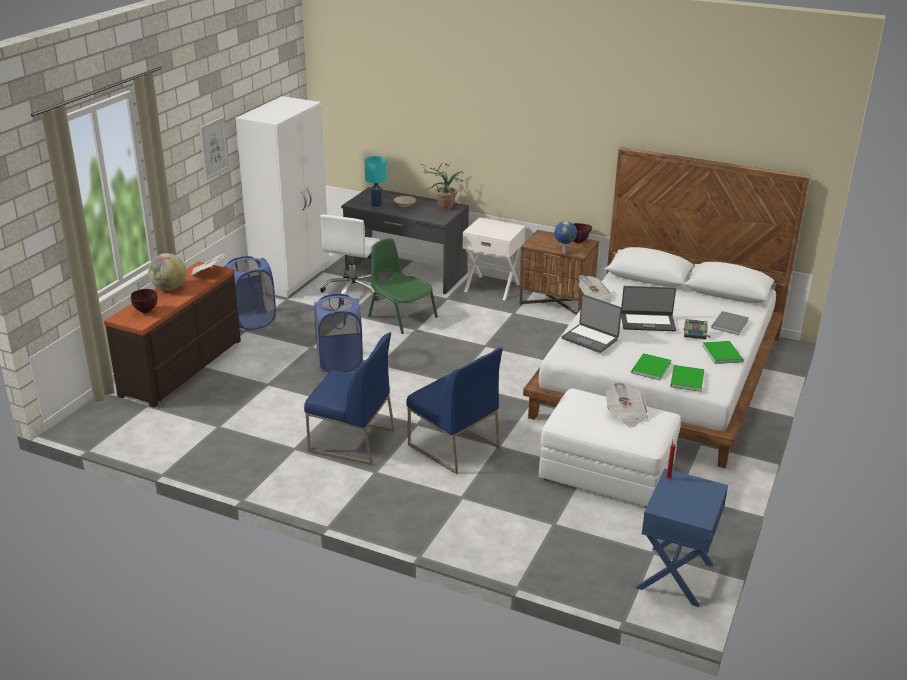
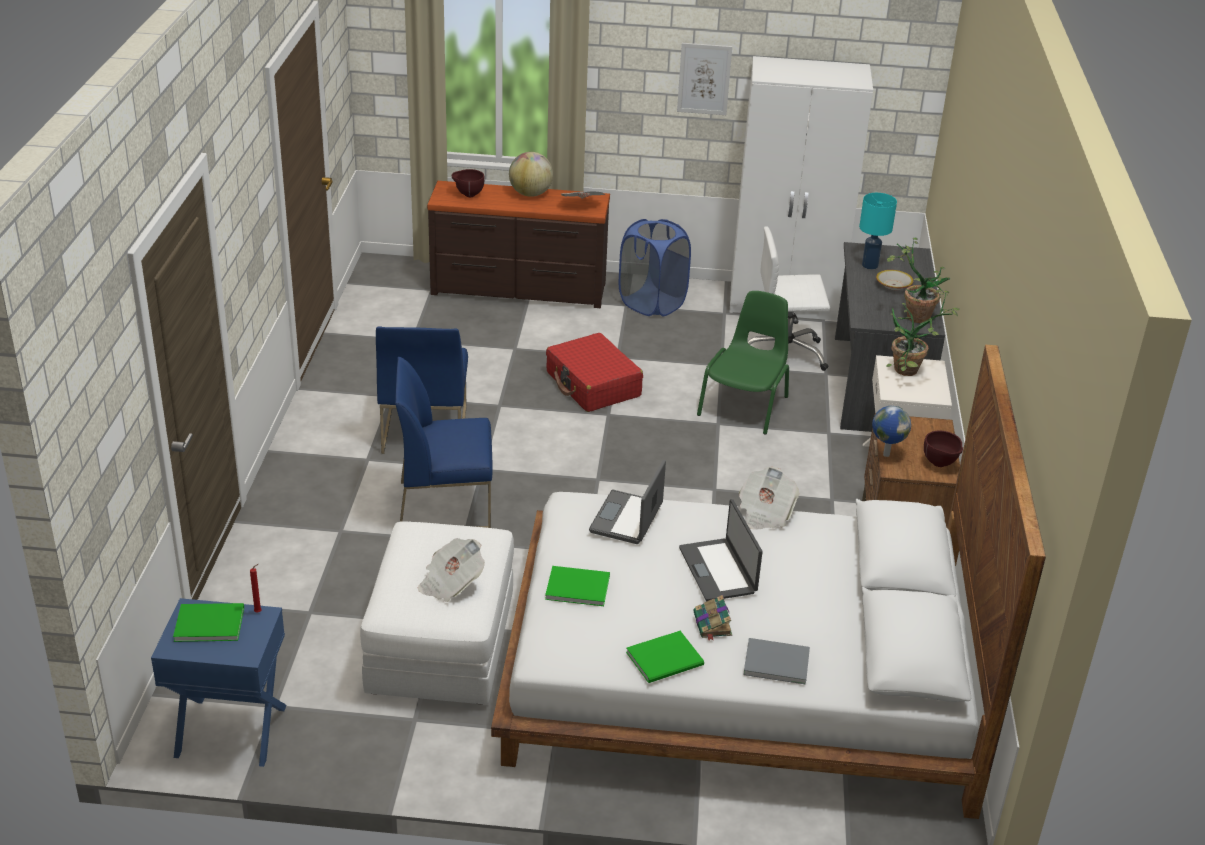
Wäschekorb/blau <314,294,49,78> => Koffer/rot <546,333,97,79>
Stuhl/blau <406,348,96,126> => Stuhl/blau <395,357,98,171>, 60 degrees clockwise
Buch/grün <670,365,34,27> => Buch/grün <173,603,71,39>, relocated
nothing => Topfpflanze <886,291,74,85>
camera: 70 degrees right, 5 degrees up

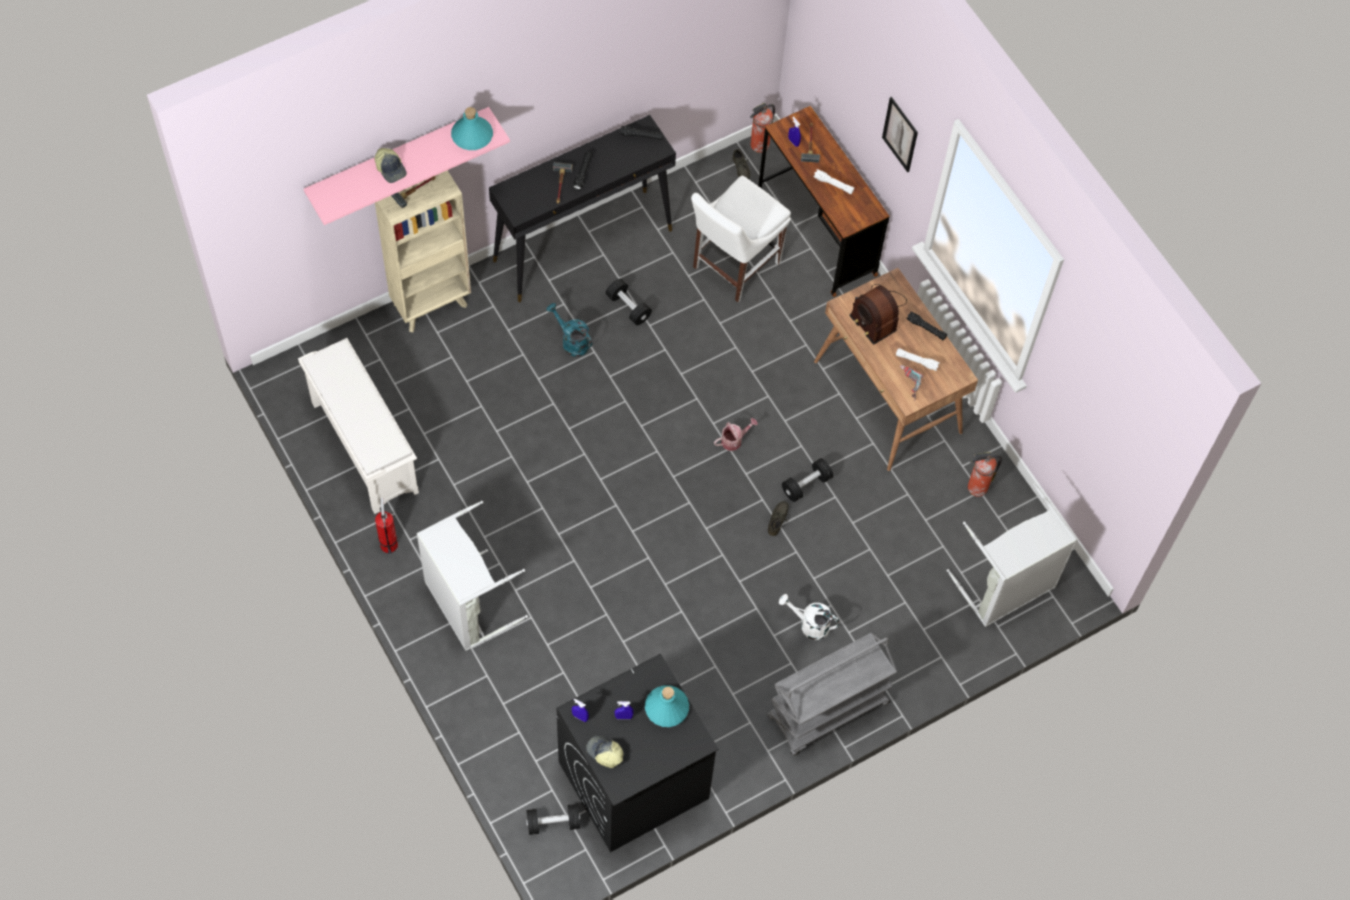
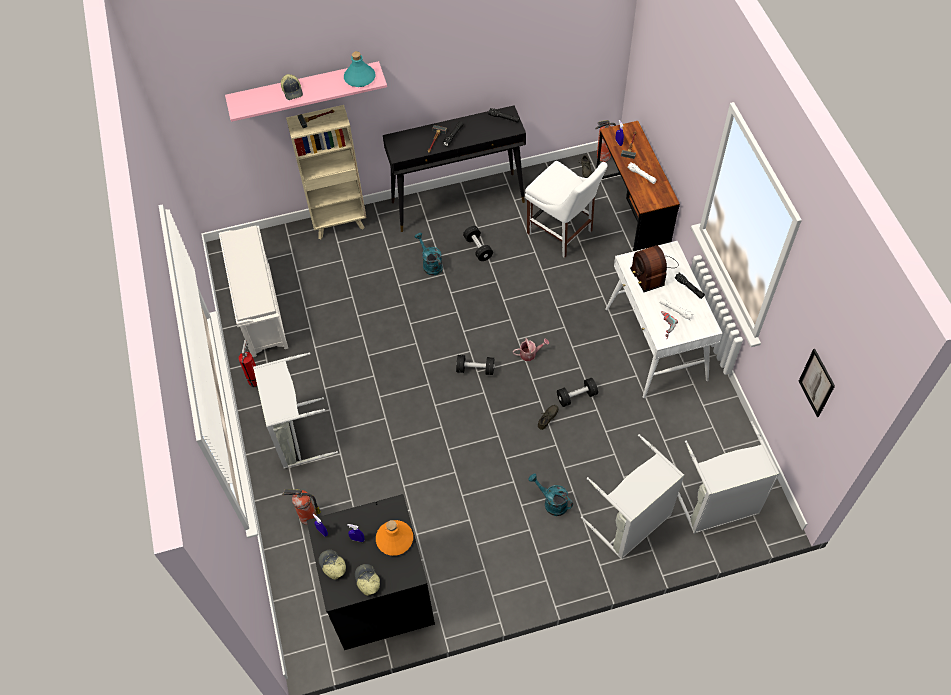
Hantel/schwarz <526,804,54,31> => Hantel/schwarz <456,355,39,20>, relocated
Flasche/türkis <645,685,44,42> => Flasche/orange <376,520,37,36>
Stuhl/weiß <691,176,100,126> => Stuhl/weiß <525,161,83,97>, 105 degrees counterclockwise
Rollwagen/grau <767,633,130,123> => nothing
Gießkanne/weiß <779,594,60,46> => Gießkanne/türkis <528,473,45,43>
Schreibtisch/braun <814,268,164,203> => Schreibtisch/weiß <605,241,118,157>
Bild <882,97,36,75> => Bild <799,349,36,68>, relocated
Feuerlöscher <968,452,34,45> => Feuerlöscher <282,489,39,36>, relocated
nothing => Kappe <355,564,25,32>
nothing => Wäschekorb/grau <581,434,103,125>
camera: 20 degrees right, 5 degrees down

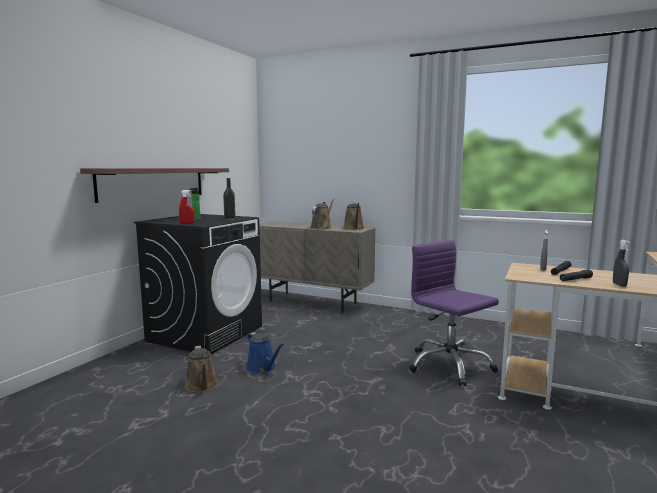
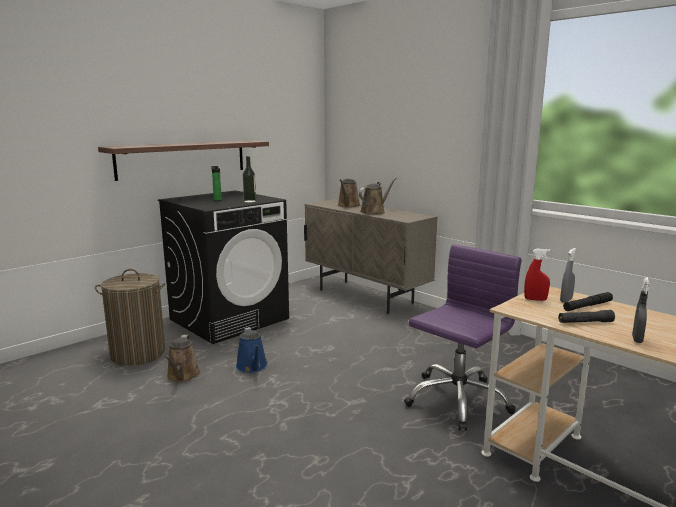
Sprühflasche/rot <179,190,15,34> => Sprühflasche/rot <524,248,26,53>, relocated
Gießkanne/braun <343,203,21,27> => Gießkanne/braun <337,179,23,29>, relocated
Bürostuhl/lila <409,240,90,146> => Bürostuhl/lila <404,244,118,187>, 60 degrees clockwise
nothing => Wäschekorb <95,269,71,96>
camera: 20 degrees right, 5 degrees up

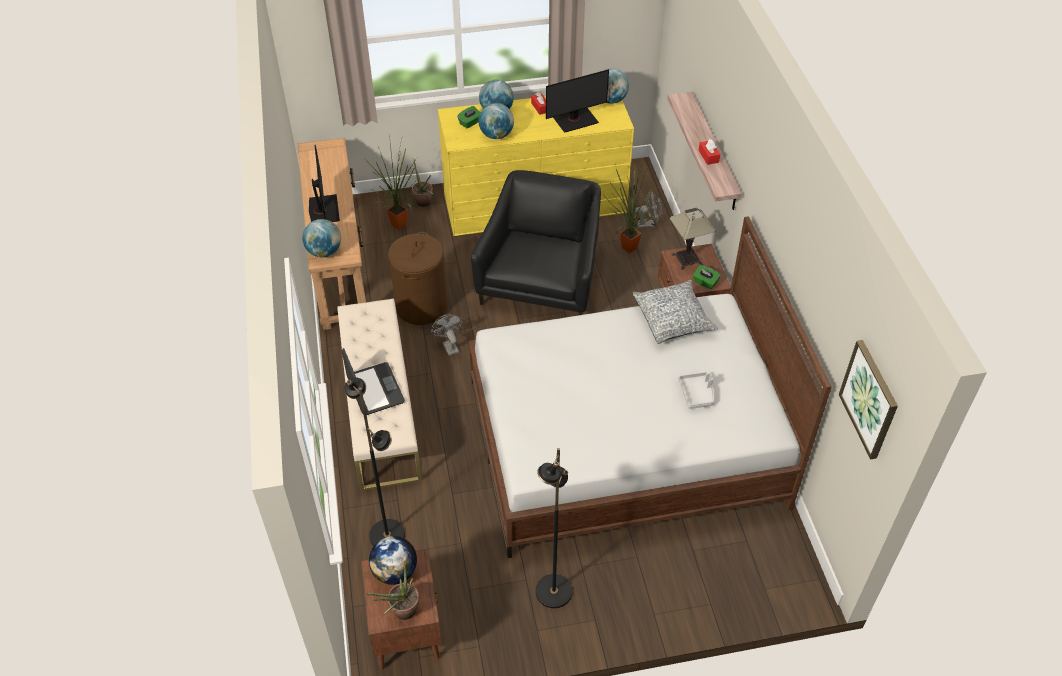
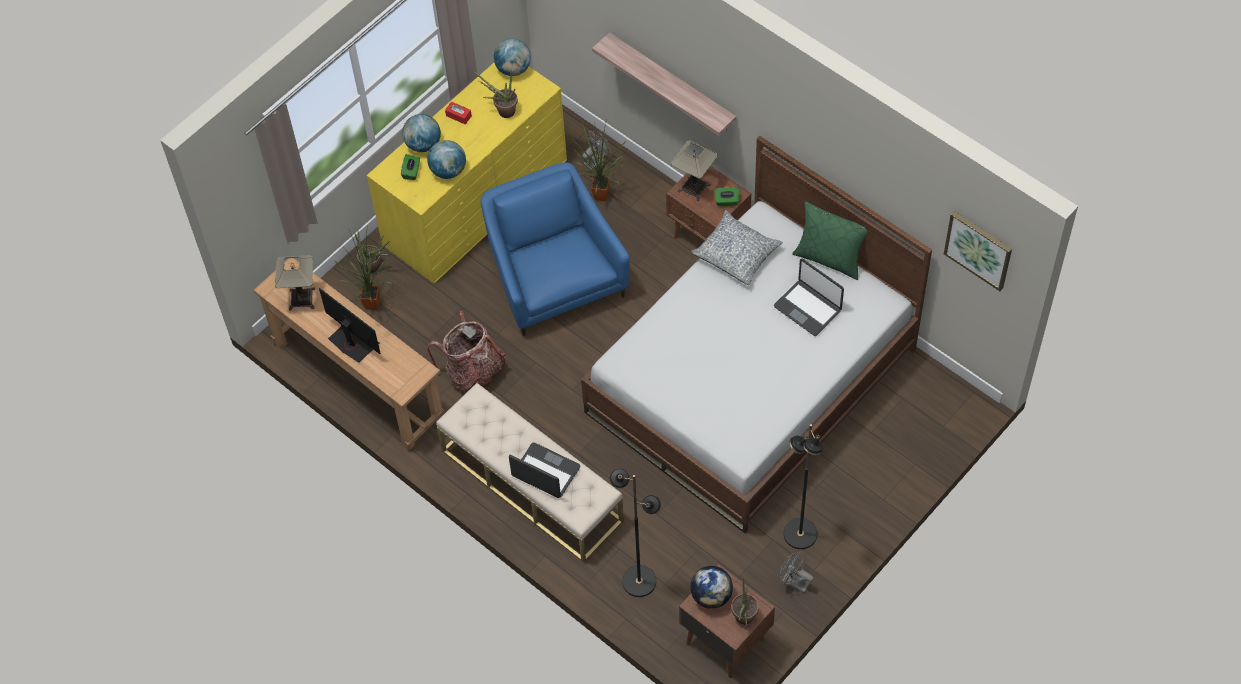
Globus <302,219,39,39> => nothing
Wäschekorb/braun <388,232,59,93> => Rucksack <428,310,77,82>
Ventilator/grau <431,314,31,42> => Ventilator/grau <780,551,34,42>, relocated
Sessel/schwarz <471,170,130,145> => Sessel/blau <481,162,149,174>
Monitor <546,69,63,64> => Topfpflanze <472,71,46,47>
Tablett/grau <679,372,35,37> => Laptop <774,259,70,77>
Taschentuchbox/rot <699,139,21,26> => nothing
nothing => Tischlampe <275,255,40,55>
nothing => Kissen/grün <792,201,76,79>
camera: 35 degrees left, 10 degrees up

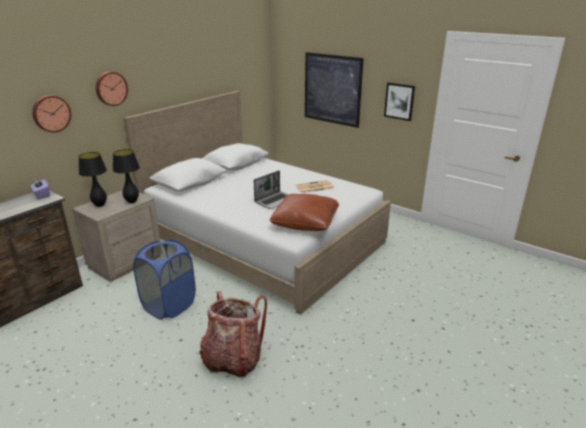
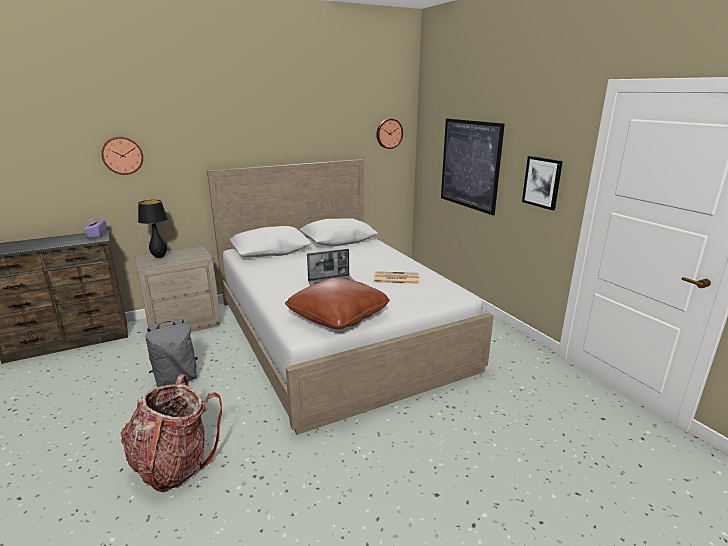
Wanduhr <96,72,32,34> => Wanduhr <376,119,27,30>, relocated
Tischlampe/schwarz <113,149,27,54> => nothing
Wäschekorb/blau <133,240,63,80> => Rucksack/grau <146,319,52,68>
camera: 25 degrees right, 5 degrees down

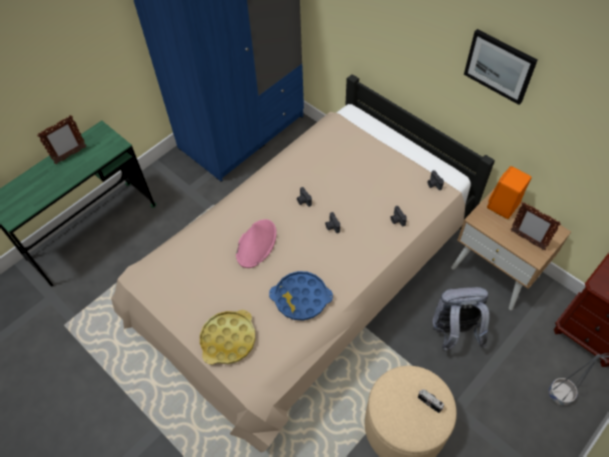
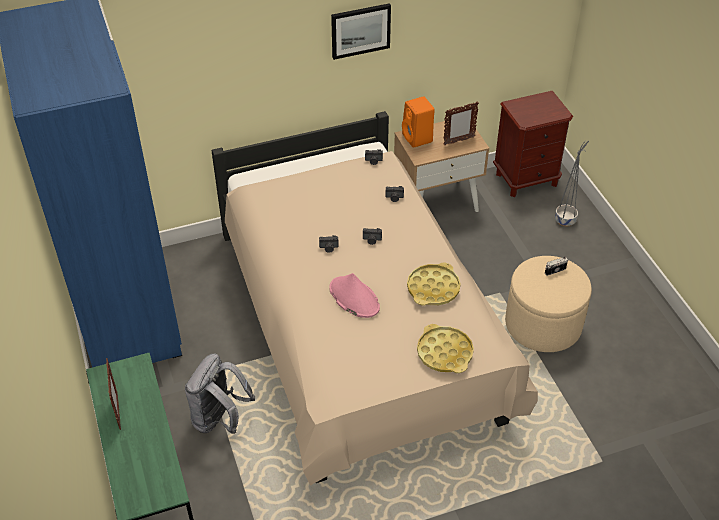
Tablett/blau <269,271,64,50> => Tablett/gelb <407,263,54,42>
Rucksack/grau <432,287,58,65> => Rucksack/grau <185,353,70,81>, relocated
camera: 65 degrees left, 10 degrees down

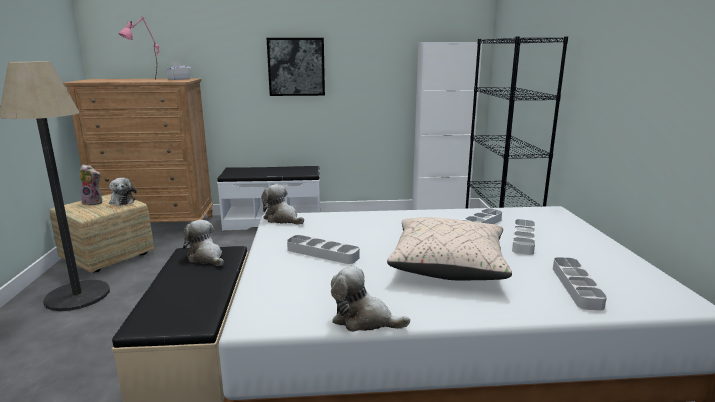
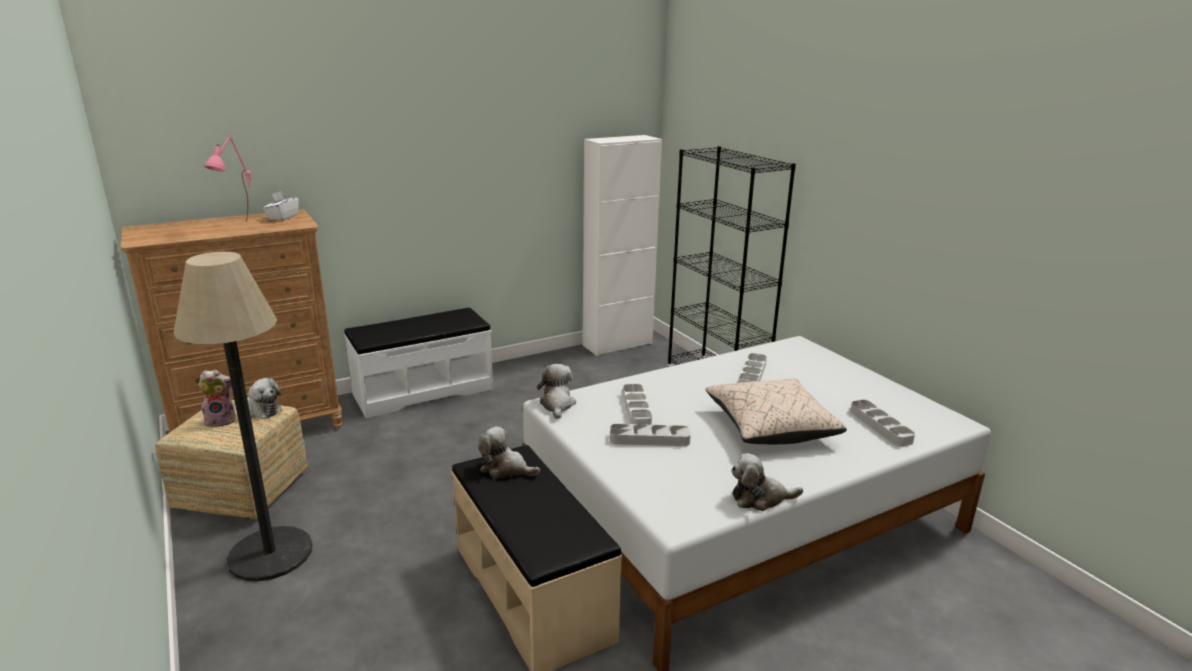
Plüschtier <261,184,43,40> => Plüschtier <537,364,39,55>, 75 degrees clockwise
Bild <267,38,58,58> => nothing
Tablett/weiß <512,219,23,36> => Tablett/weiß <623,384,29,41>, relocated
camera: 25 degrees left, 5 degrees up

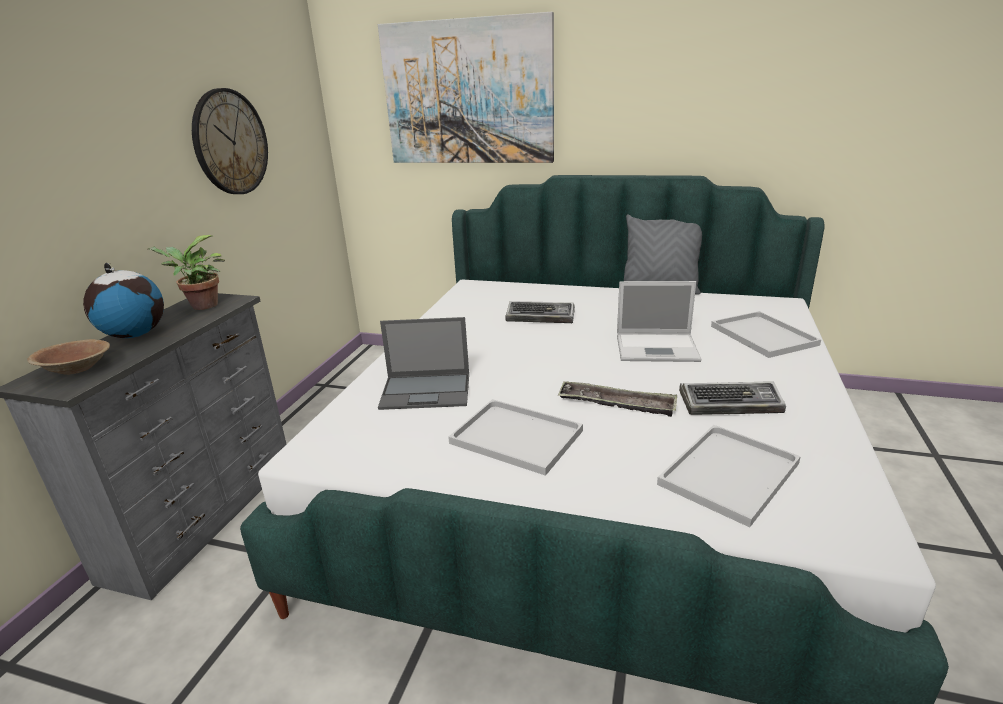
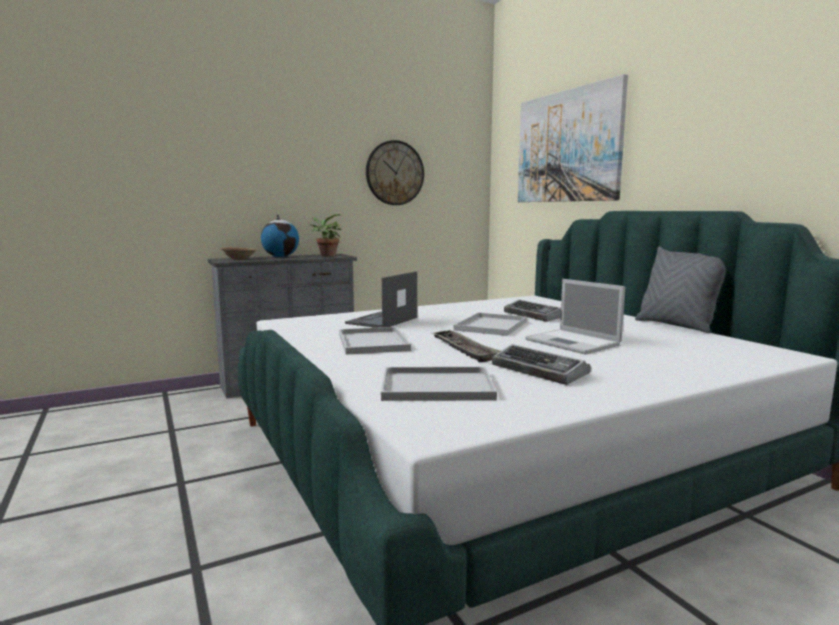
Laptop <378,317,91,93> => Laptop <345,271,72,57>, 75 degrees clockwise
Tablett/weiß <711,311,110,47> => Tablett/weiß <453,313,74,23>, relocated
camera: 45 degrees right, 15 degrees down

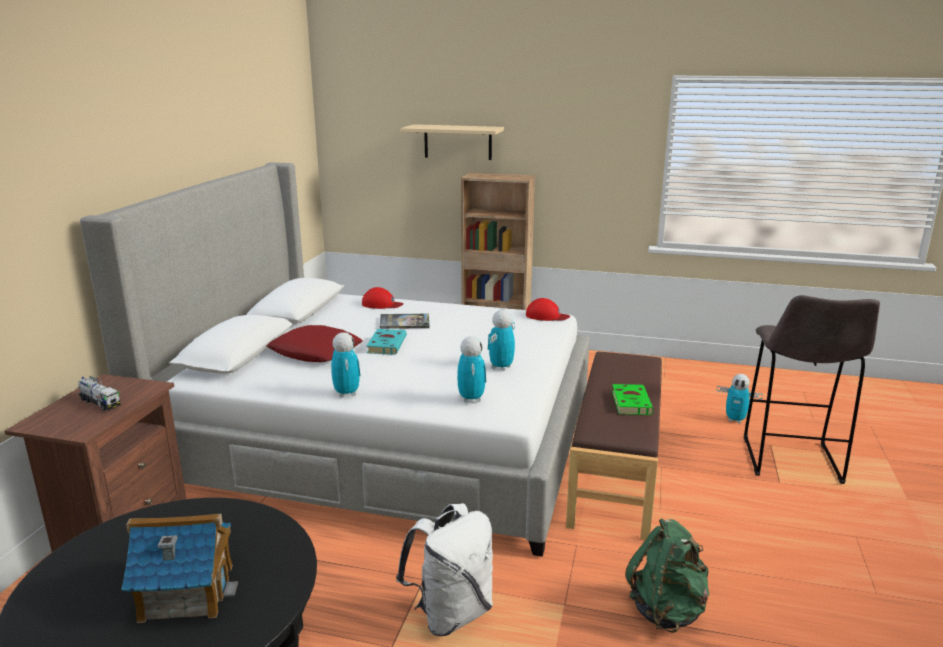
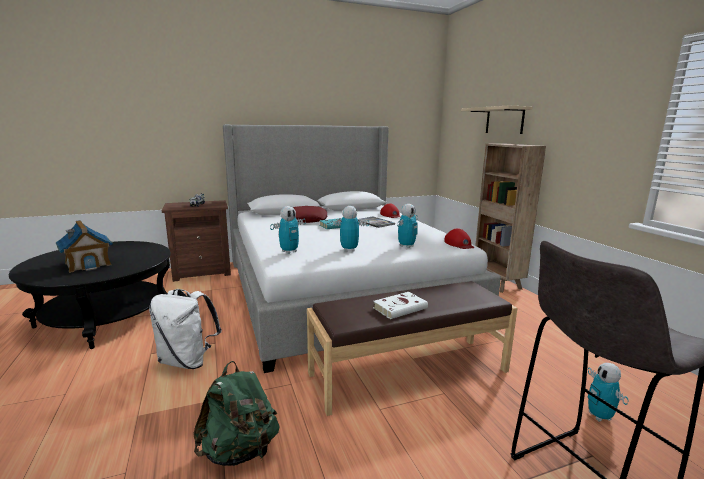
Spielzeugroboter <331,332,30,65> => Spielzeugroboter <397,204,21,44>, relocated
Buch/grün <612,384,42,31> => Buch/weiß <373,292,55,27>
camera: 55 degrees right, 5 degrees down

